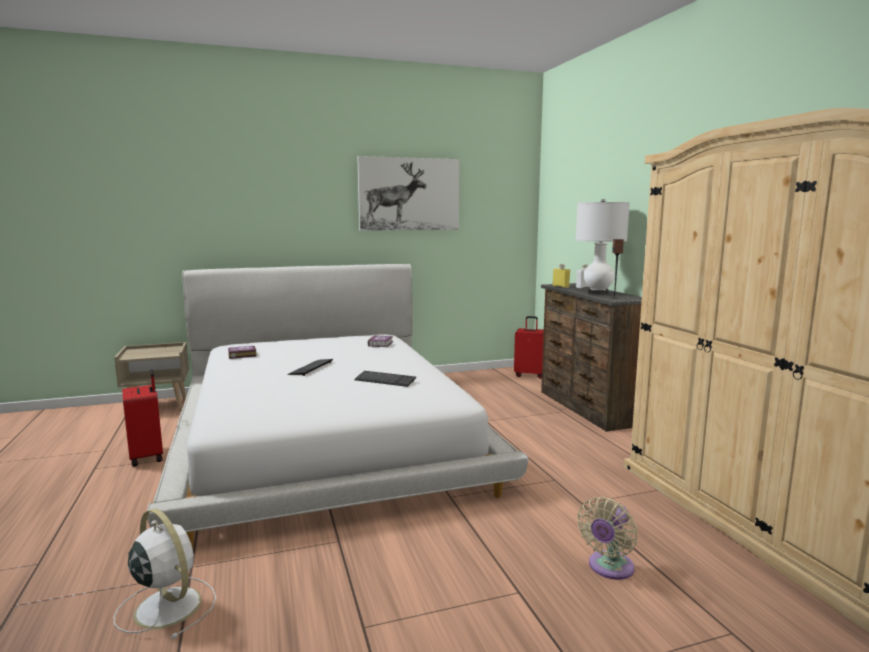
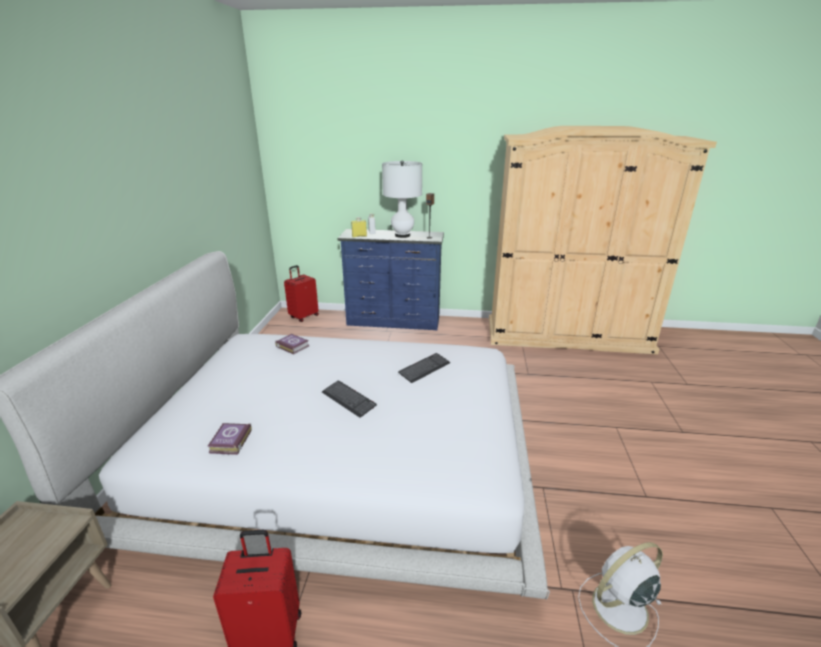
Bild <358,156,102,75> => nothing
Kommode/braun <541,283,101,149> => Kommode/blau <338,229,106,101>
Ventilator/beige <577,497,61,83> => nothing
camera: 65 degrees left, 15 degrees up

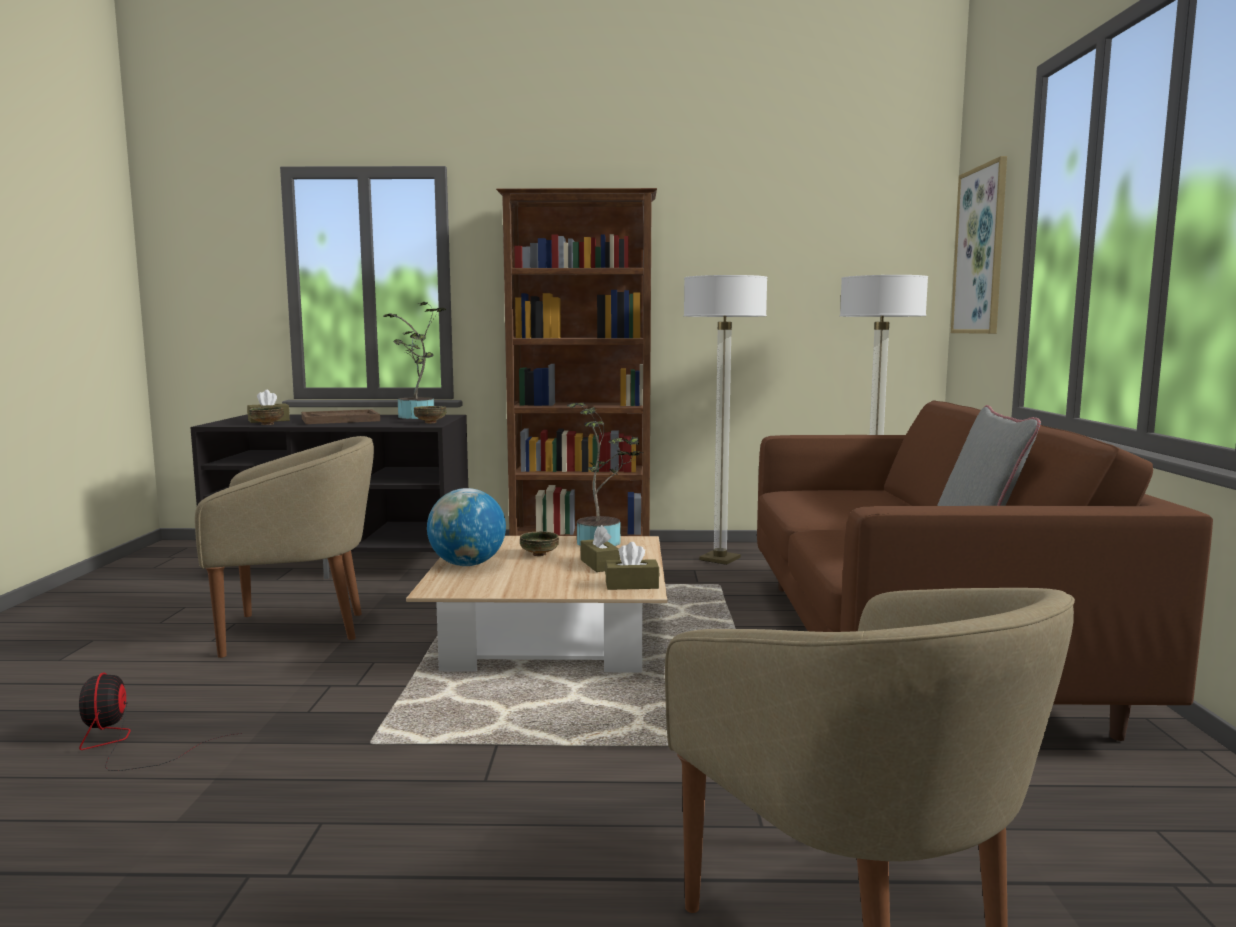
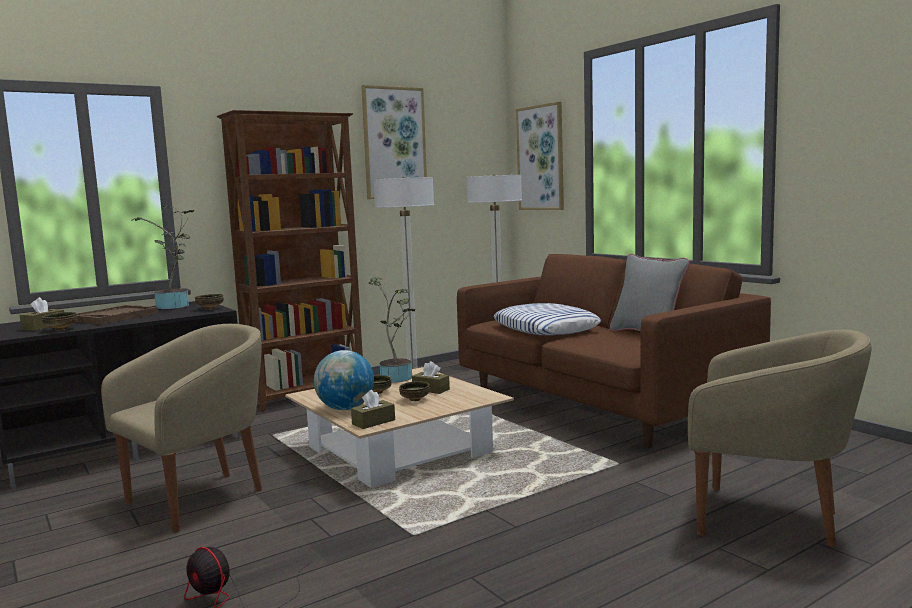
Taschentuchbox/braun <605,542,55,48> => Taschentuchbox/braun <351,390,44,39>, relocated
nothing => Bild <361,85,66,114>
nothing => Schüssel <399,381,31,20>
nothing => Kissen <493,303,108,32>
camera: 35 degrees left, 0 degrees up

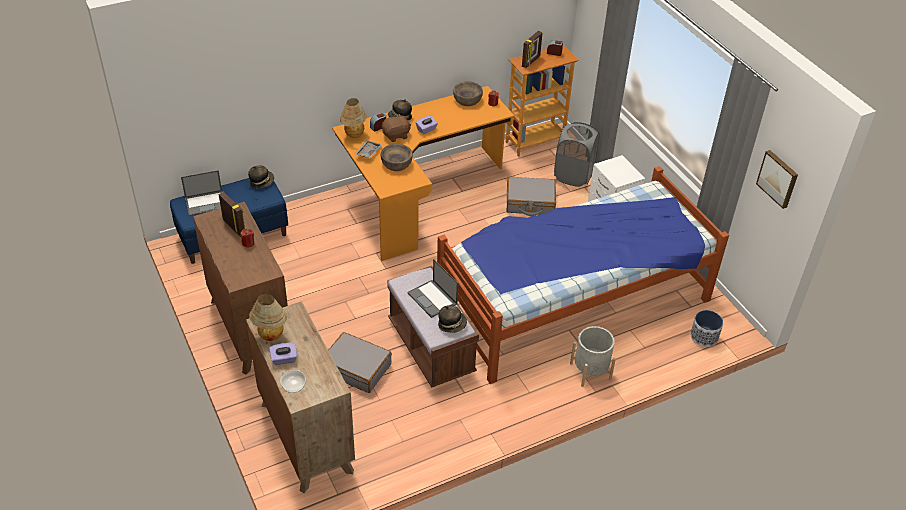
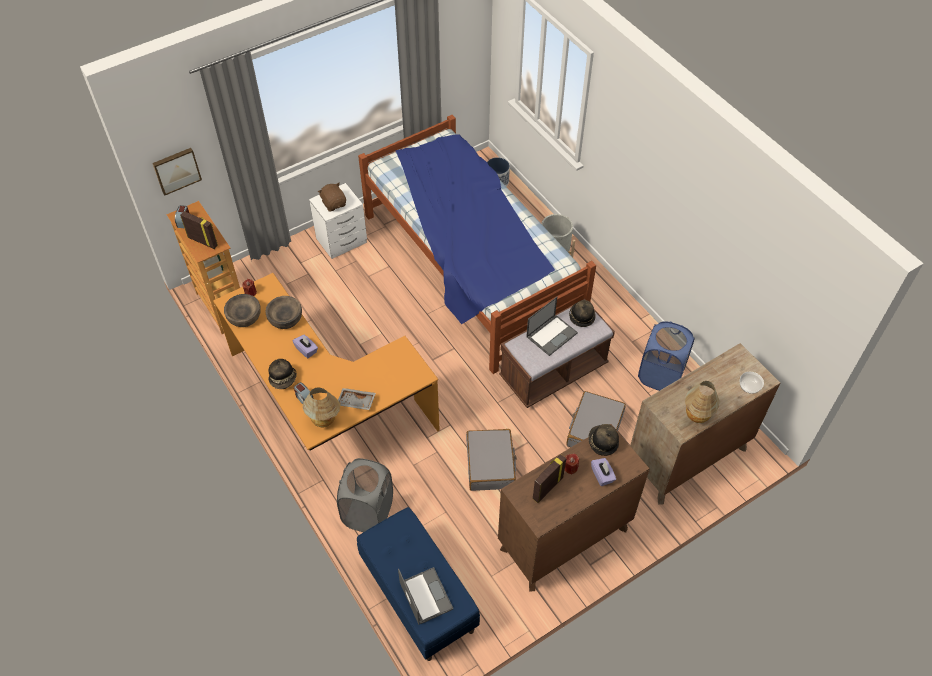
Hut <248,165,26,23> => Hut <588,424,31,32>, relocated
Taschentuchbox/lila <269,343,28,22> => Taschentuchbox/lila <591,458,25,28>, relocated
Schüssel/braun <381,144,32,27> => Schüssel/braun <265,296,37,33>, relocated
Plüschtier/braun <382,114,29,28> => Plüschtier/braun <318,183,28,29>, relocated
Koffer/grau <506,176,50,40> => Koffer/grau <466,429,51,62>, relocated
Wäschekorb/grau <554,122,46,65> => Wäschekorb/grau <337,458,56,74>, relocated
Bild <756,150,42,59> => Bild <152,148,50,47>, relocated
nothing => Wäschekorb/blau <638,321,57,70>
camera: 95 degrees left, 10 degrees up

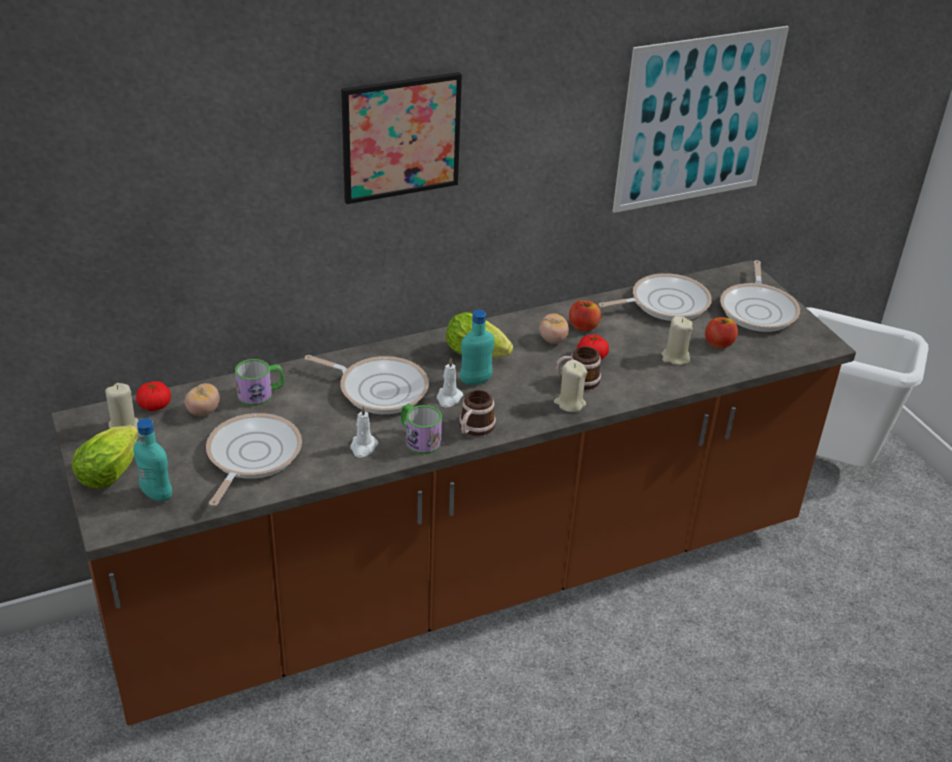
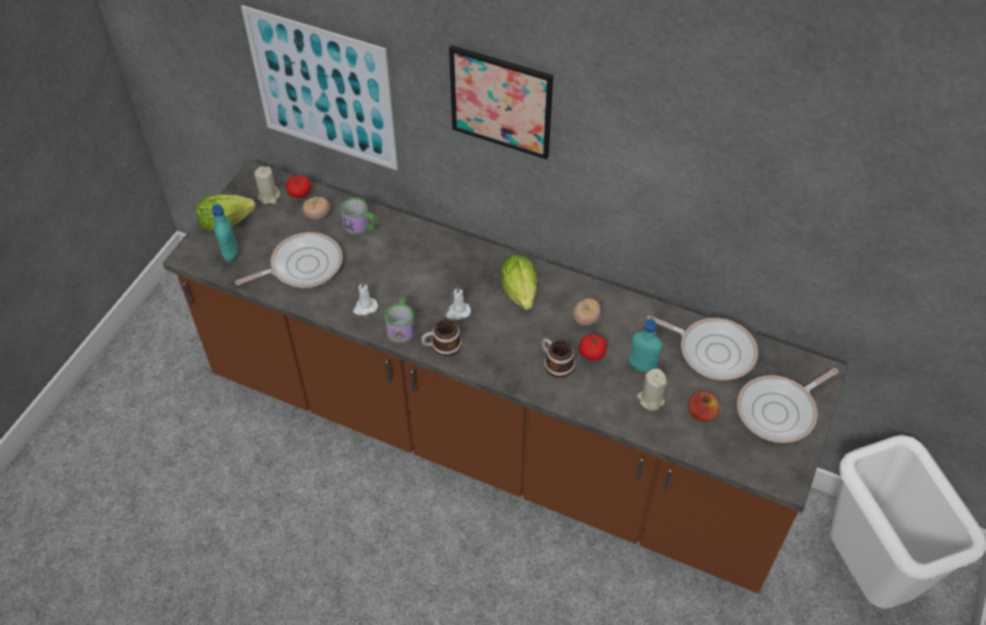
Pfanne <304,355,125,59> => nothing
Flasche/türkis <460,310,34,75> => Flasche/türkis <629,319,33,54>, relocated
Kerze/beige <554,360,33,52> => nothing
Apfel <569,300,32,31> => nothing
Bild <613,26,176,187> => Bild <241,5,157,165>, relocated
camera: 50 degrees right, 15 degrees up

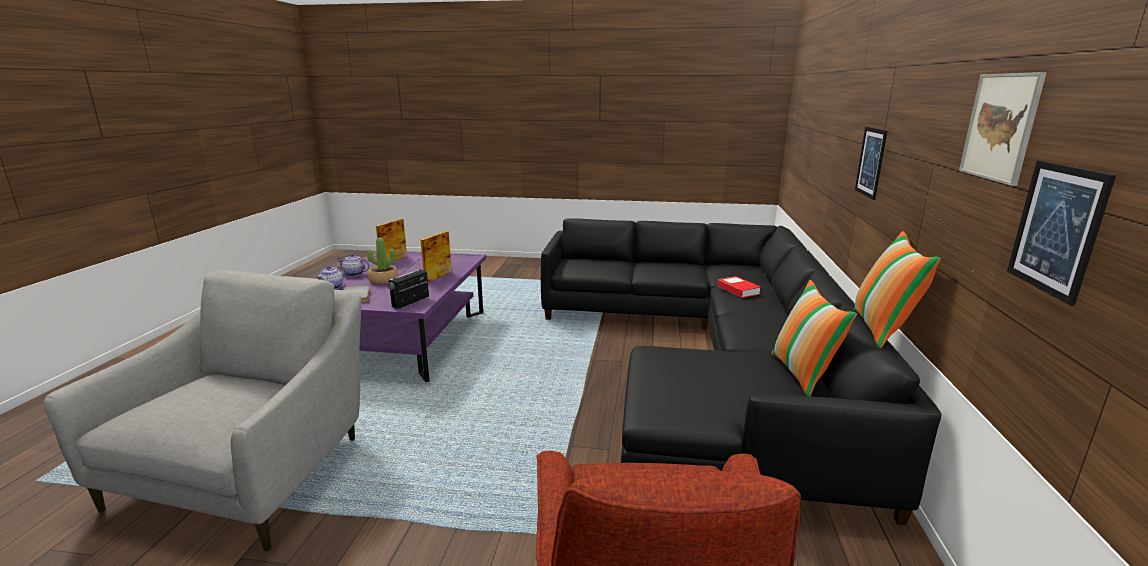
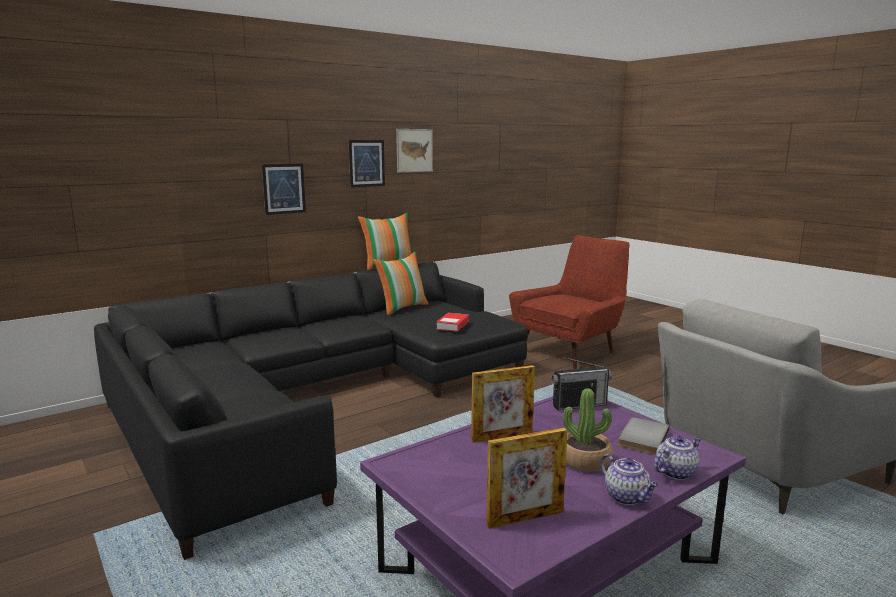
Buch <717,276,44,22> => Buch <436,313,33,18>, relocated
Bild <1007,161,109,145> => Bild <349,140,36,47>, relocated
camera: 135 degrees left, 5 degrees down

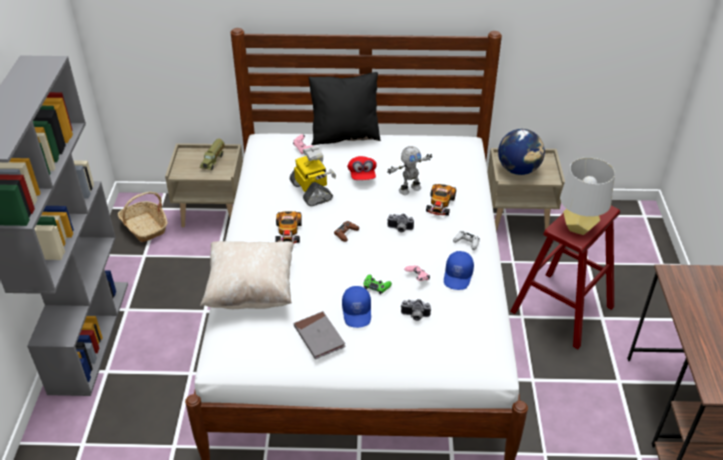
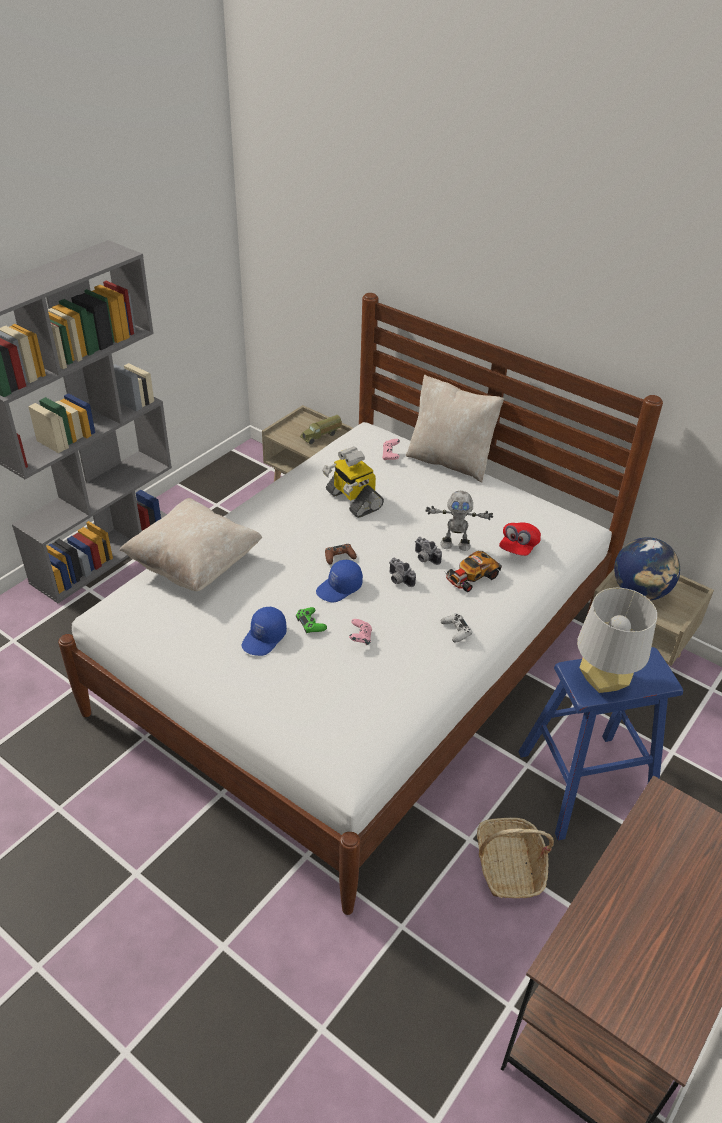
Korb <118,192,50,50> => Korb <477,818,77,80>, relocated
Spielzeugauto <275,211,27,33> => nothing
Spielzeugroboter <289,146,47,60> => Spielzeugroboter <322,446,62,72>, 135 degrees clockwise
Buch/grau <294,311,52,48> => nothing
Kissen/schwarz <309,72,72,73> => Kissen/beige <406,375,98,107>
Kappe/rot <347,156,30,24> => Kappe/rot <499,522,42,34>, relocated
Kamera <401,299,30,22> => Kamera <415,537,27,28>, relocated
Kappe/blau <444,251,30,39> => Kappe/blau <316,560,47,43>, relocated
Hocker/rot <510,205,110,144> => Hocker/blau <518,647,165,193>
camera: 35 degrees right, 0 degrees up

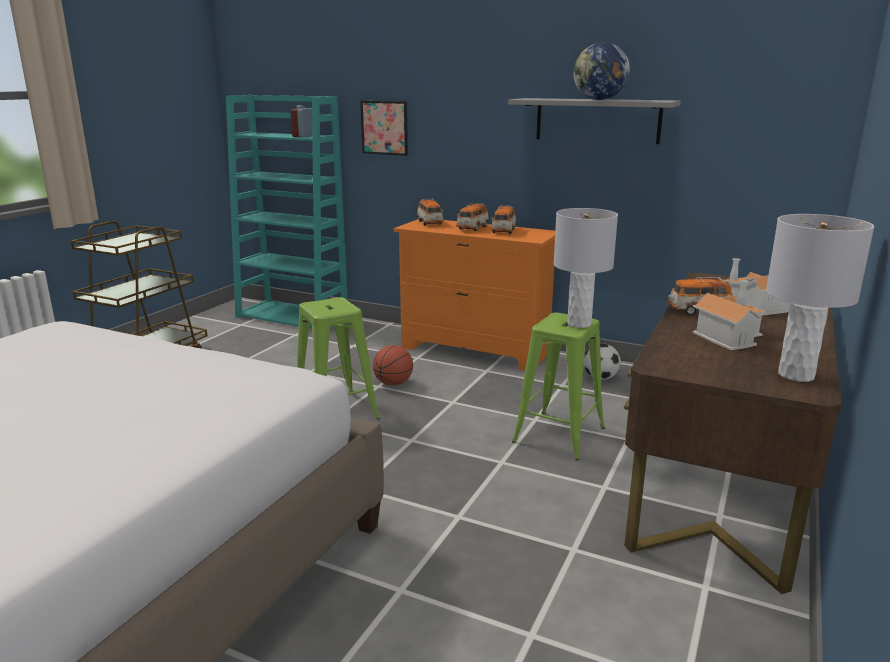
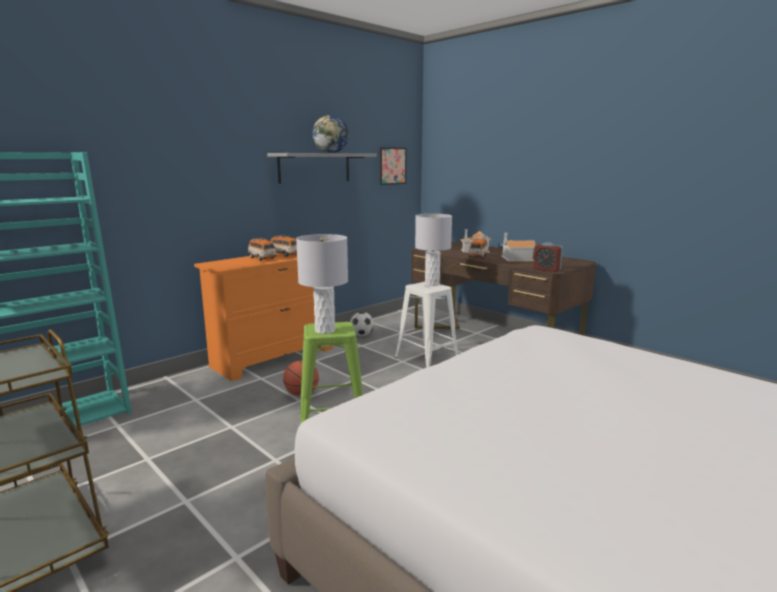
Wecker <290,105,22,32> => Wecker <533,242,30,30>, relocated
Bild <360,101,48,55> => Bild <380,147,26,38>, relocated
Spielzeugauto <417,199,26,27> => nothing
Hocker/grün <512,313,93,147> => Hocker/weiß <395,281,63,86>
Tischlampe/grau <766,214,108,168> => Tischlampe/grau <296,234,52,100>, relocated
camera: 70 degrees left, 5 degrees down

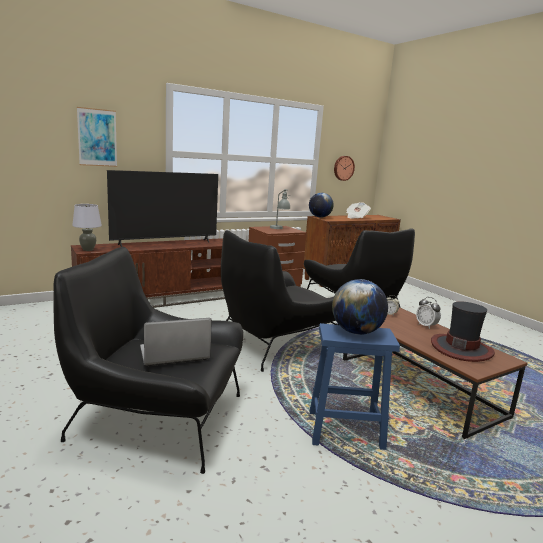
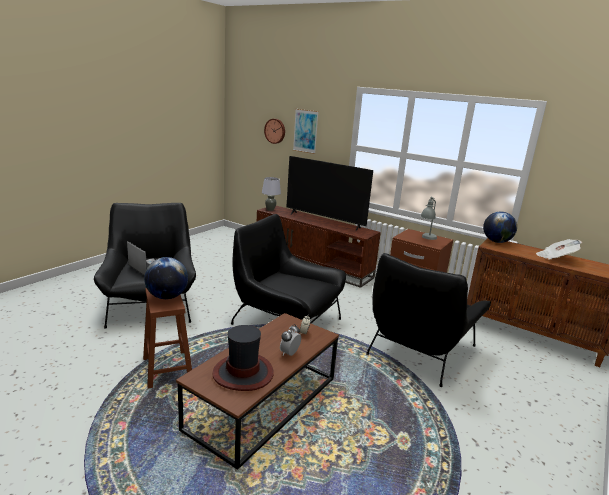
Hocker/blau <310,323,90,127> => Hocker/braun <143,288,49,100>
Wanduhr <334,156,21,25> => Wanduhr <264,119,21,25>, relocated
camera: 65 degrees right, 5 degrees up

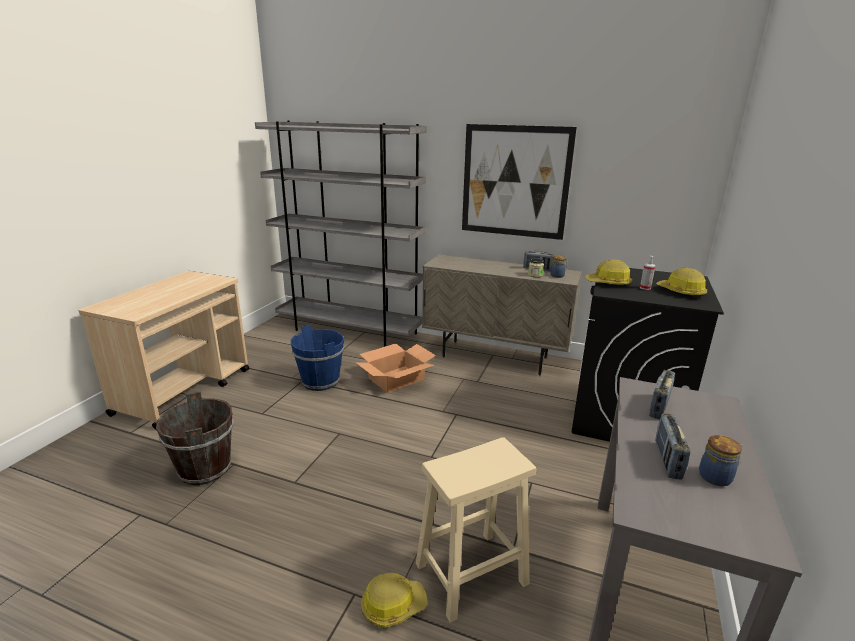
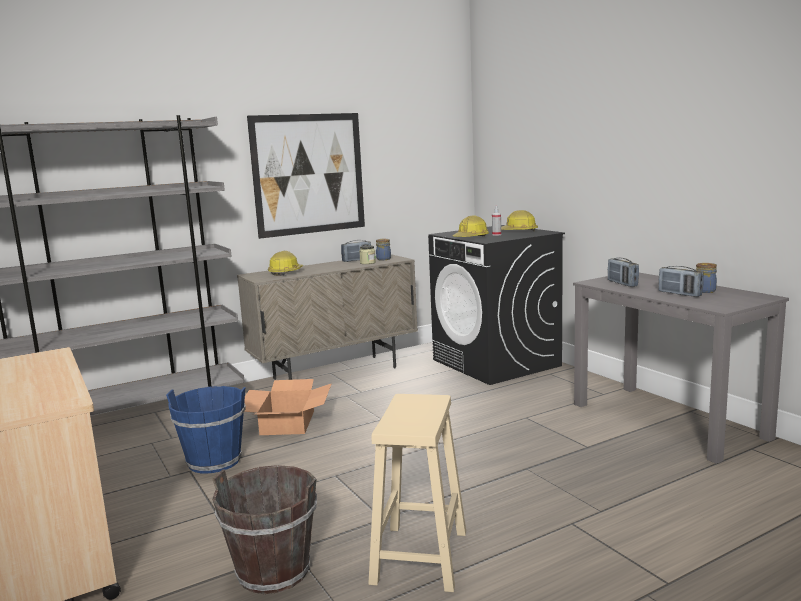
Schutzhelm <361,573,66,54> => Schutzhelm <268,251,35,25>, relocated
Hocker/beige <416,437,120,186> => Hocker/beige <368,394,98,198>, relocated
camera: 50 degrees left, 10 degrees down

